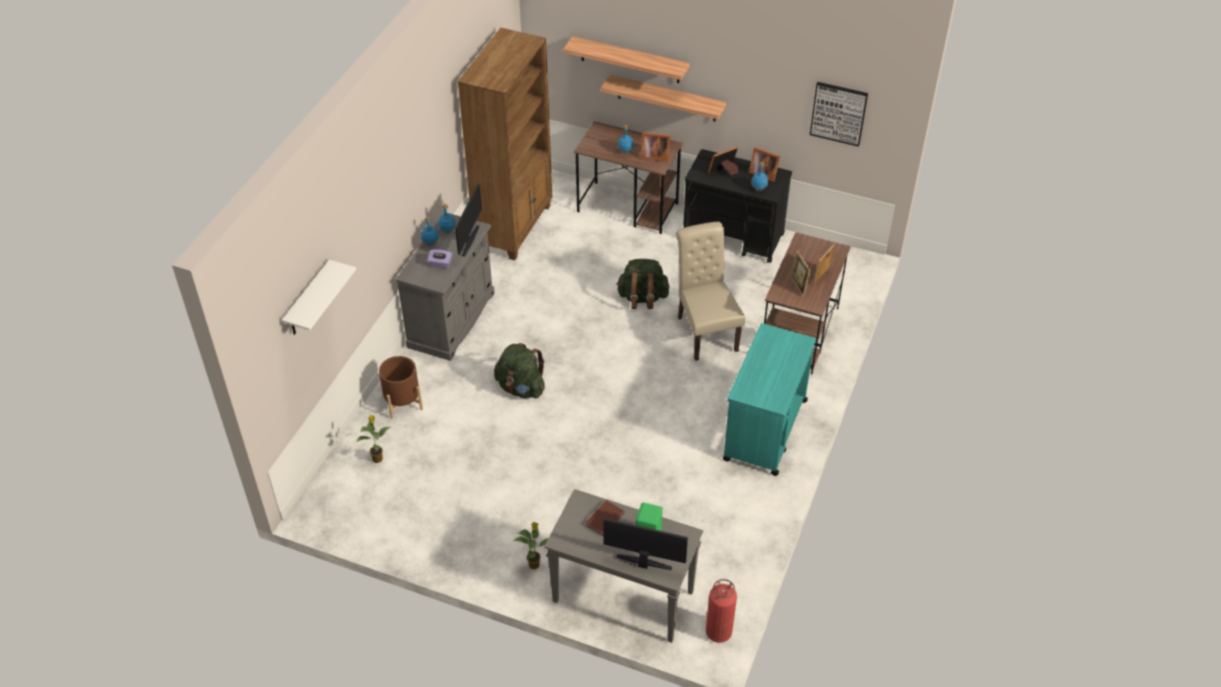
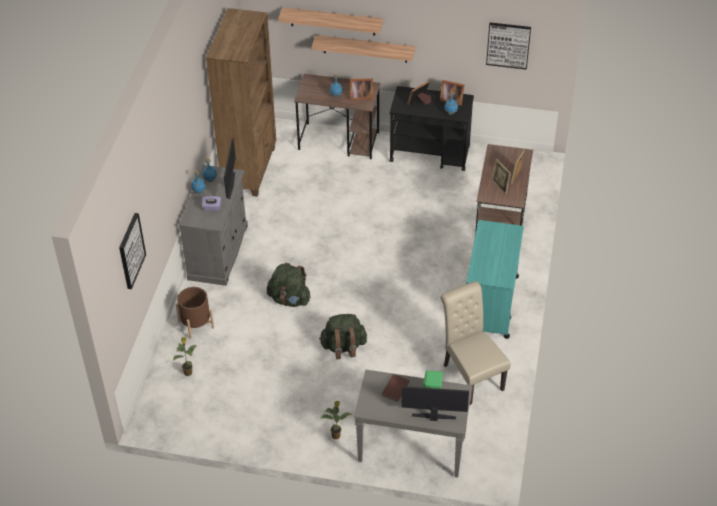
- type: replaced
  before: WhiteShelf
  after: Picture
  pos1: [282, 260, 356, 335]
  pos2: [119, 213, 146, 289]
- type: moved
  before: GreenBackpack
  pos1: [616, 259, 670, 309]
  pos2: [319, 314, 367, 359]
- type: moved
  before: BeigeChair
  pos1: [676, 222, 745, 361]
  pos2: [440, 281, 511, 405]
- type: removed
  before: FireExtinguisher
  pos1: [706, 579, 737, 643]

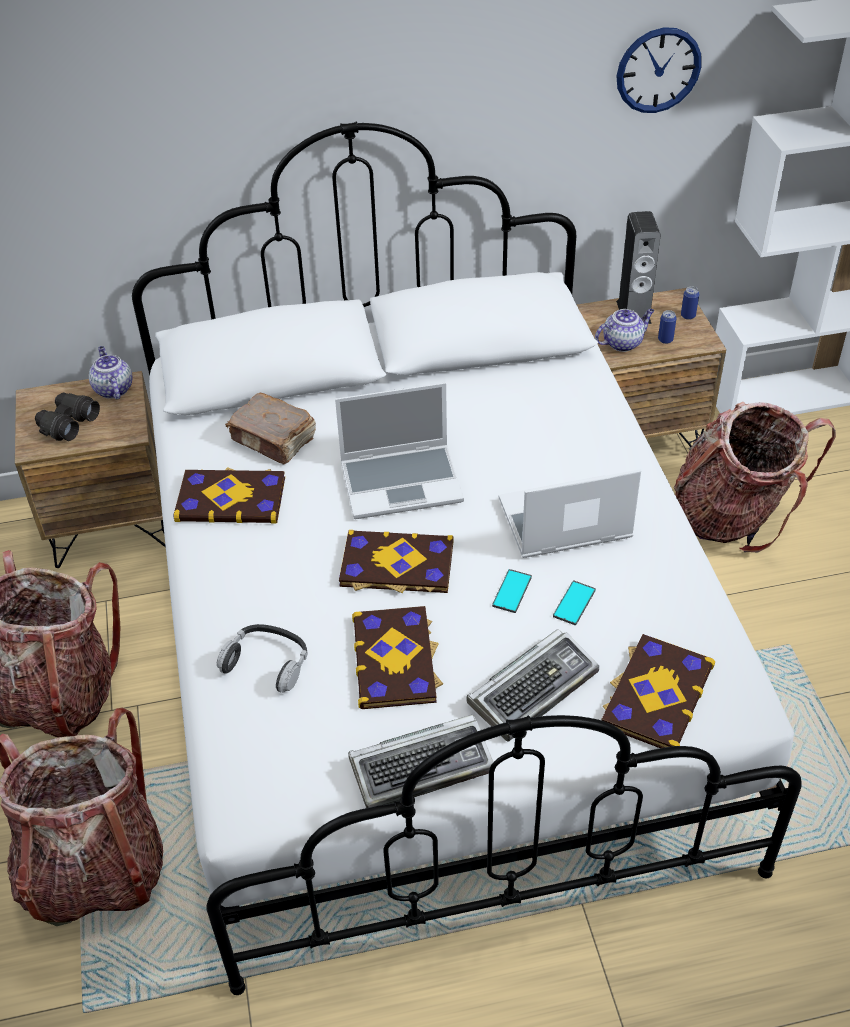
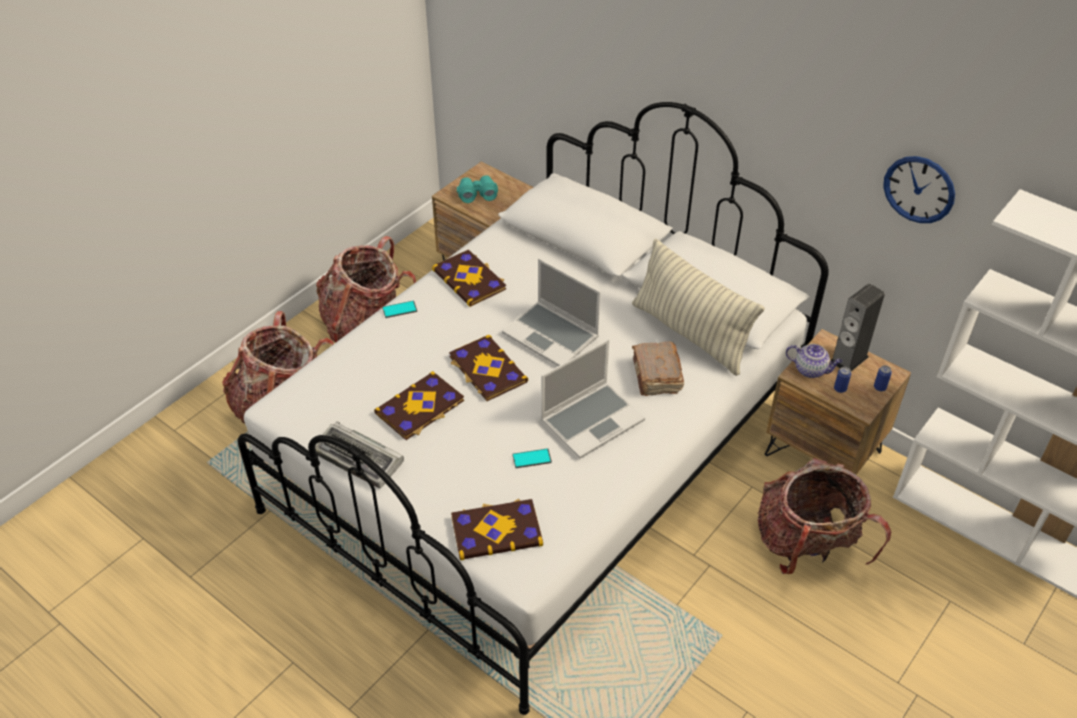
- type: recoloured
  before: BlackBinoculars
  after: TurquoiseBinoculars
  pos1: [35, 392, 100, 441]
  pos2: [457, 175, 498, 203]
- type: removed
  before: Teapot
  pos1: [89, 346, 133, 400]
- type: removed
  before: Headphones
  pos1: [217, 624, 307, 693]
- type: moved
  before: BrownBook
  pos1: [225, 392, 316, 464]
  pos2: [632, 342, 684, 396]
- type: removed
  before: Keyboard
  pos1: [466, 629, 599, 742]
- type: moved
  before: Phone
  pos1: [492, 569, 532, 613]
  pos2: [382, 301, 417, 318]
- type: turned
  before: Laptop
  pos1: [499, 469, 641, 558]
  pos2: [541, 339, 645, 459]
  turn: 105
- type: added
  after: Pillow
  pos2: [632, 239, 765, 376]

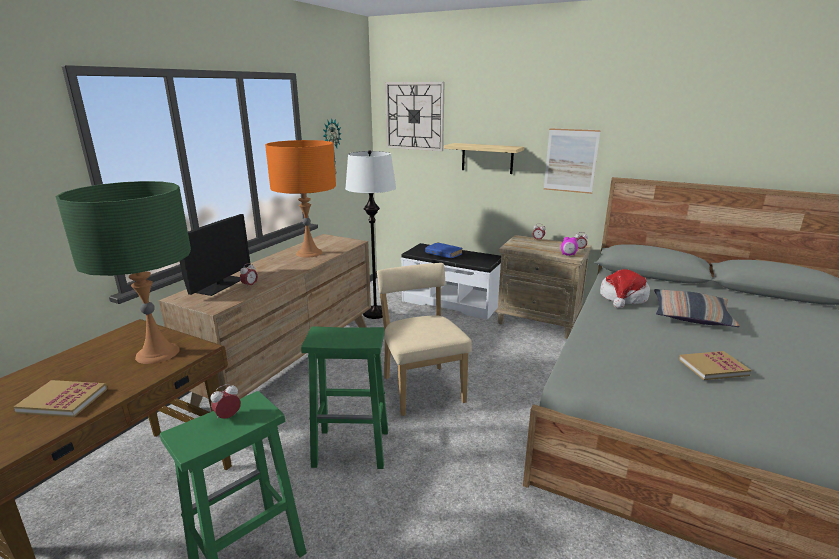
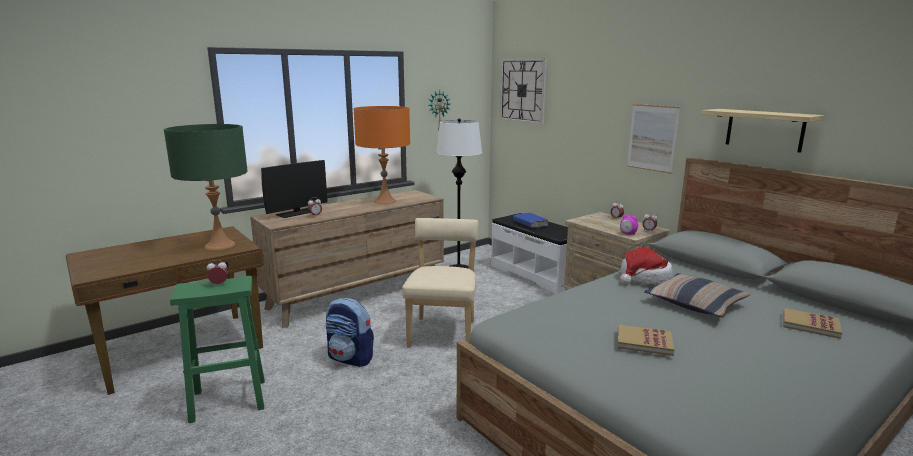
- type: moved
  before: Book
  pos1: [14, 380, 107, 417]
  pos2: [783, 308, 842, 339]
- type: replaced
  before: GreenStool
  after: Backpack
  pos1: [301, 326, 388, 469]
  pos2: [326, 298, 374, 367]
- type: moved
  before: Shelf
  pos1: [444, 143, 524, 174]
  pos2: [702, 109, 825, 153]

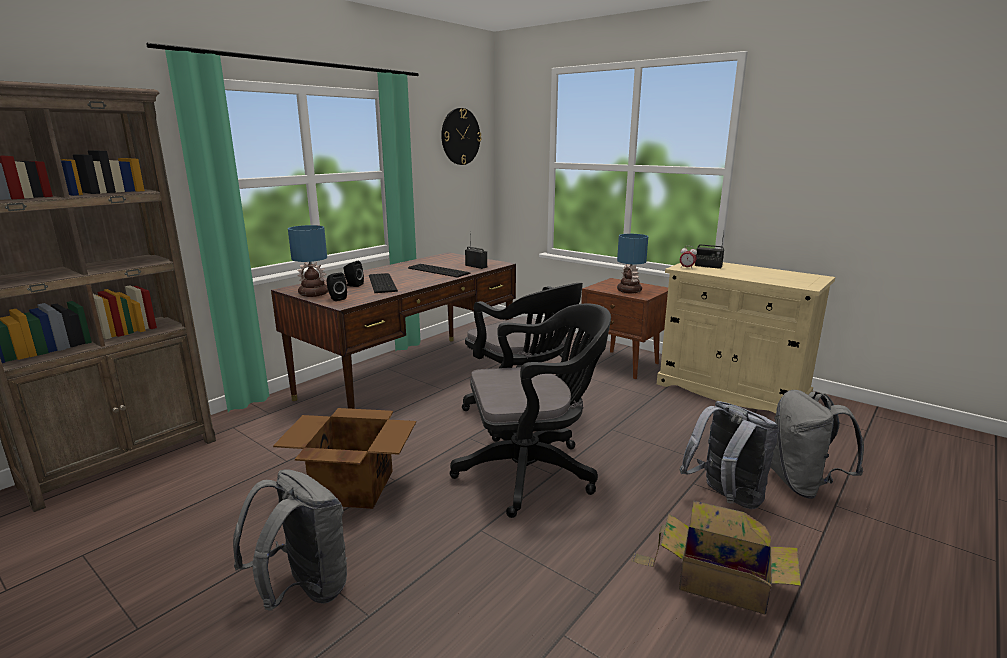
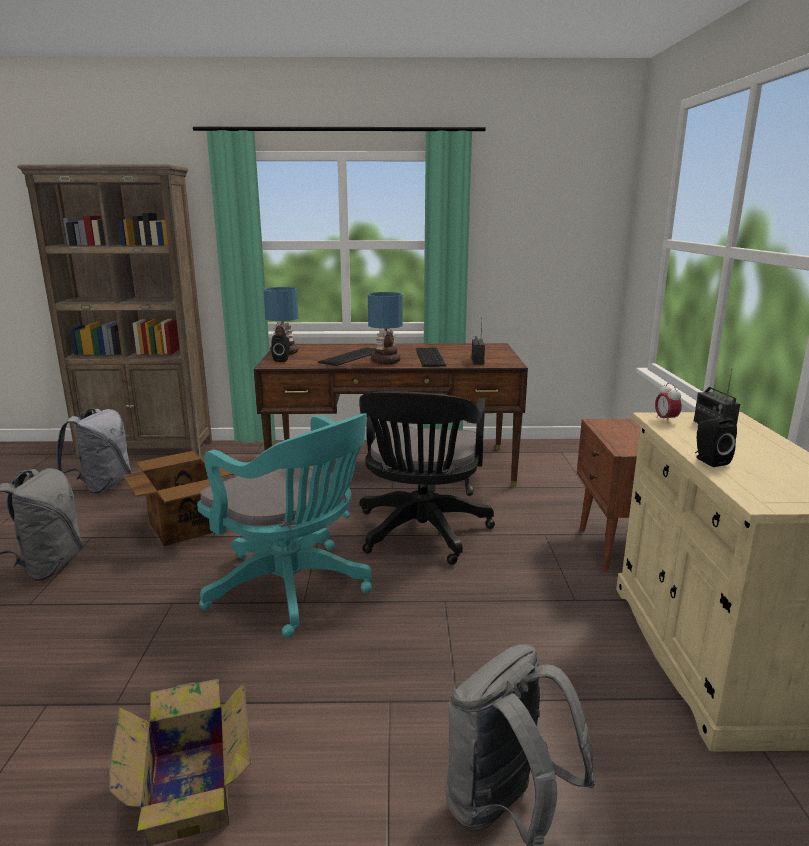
- type: moved
  before: BlackSpeaker
  pos1: [344, 261, 364, 287]
  pos2: [695, 417, 737, 467]
- type: removed
  before: WallClock
  pos1: [441, 108, 481, 165]
- type: recoloured
  before: BlackOfficeChair
  after: TurquoiseOfficeChair
  pos1: [449, 303, 611, 518]
  pos2: [197, 413, 372, 638]
- type: moved
  before: TableLamp
  pos1: [617, 234, 648, 294]
  pos2: [368, 292, 403, 364]
- type: moved
  before: GreyBackpack
  pos1: [680, 401, 779, 509]
  pos2: [56, 409, 132, 494]

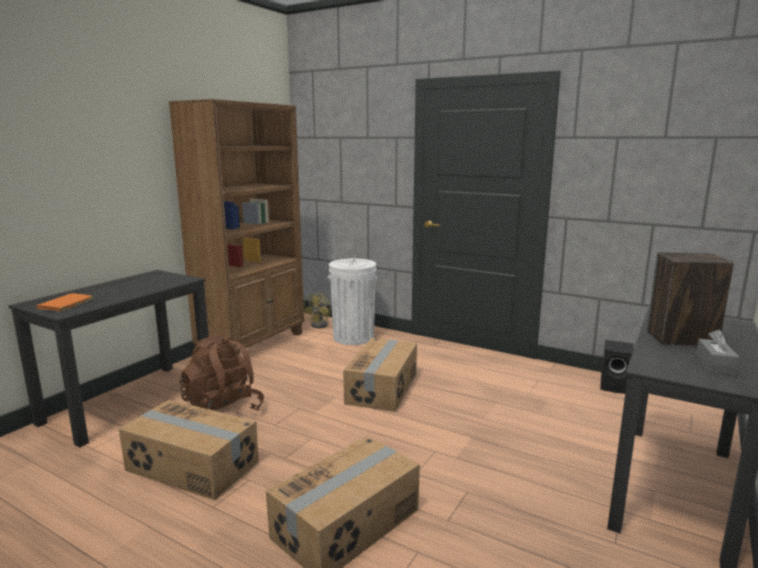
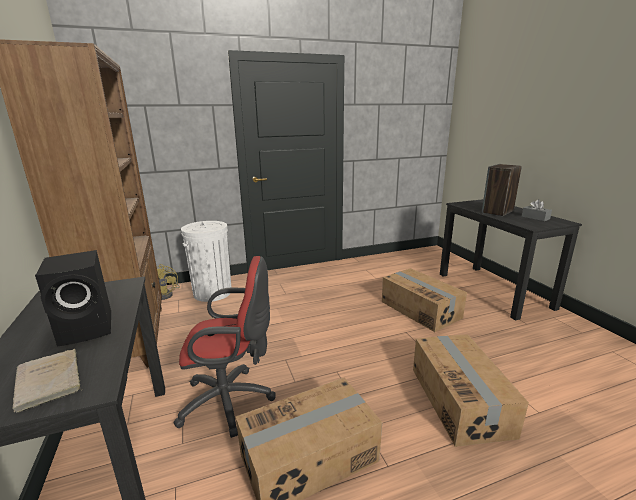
- type: recoloured
  before: OrangeBook
  after: BeigeBook
  pos1: [36, 293, 93, 312]
  pos2: [12, 349, 83, 413]
- type: replaced
  before: BrownBackpack
  after: RedOfficeChair
  pos1: [180, 334, 264, 411]
  pos2: [174, 256, 276, 438]
- type: moved
  before: CardboardBox
  pos1: [343, 338, 417, 412]
  pos2: [382, 268, 467, 332]
- type: moved
  before: BlackSpeaker
  pos1: [600, 340, 634, 394]
  pos2: [35, 250, 111, 347]

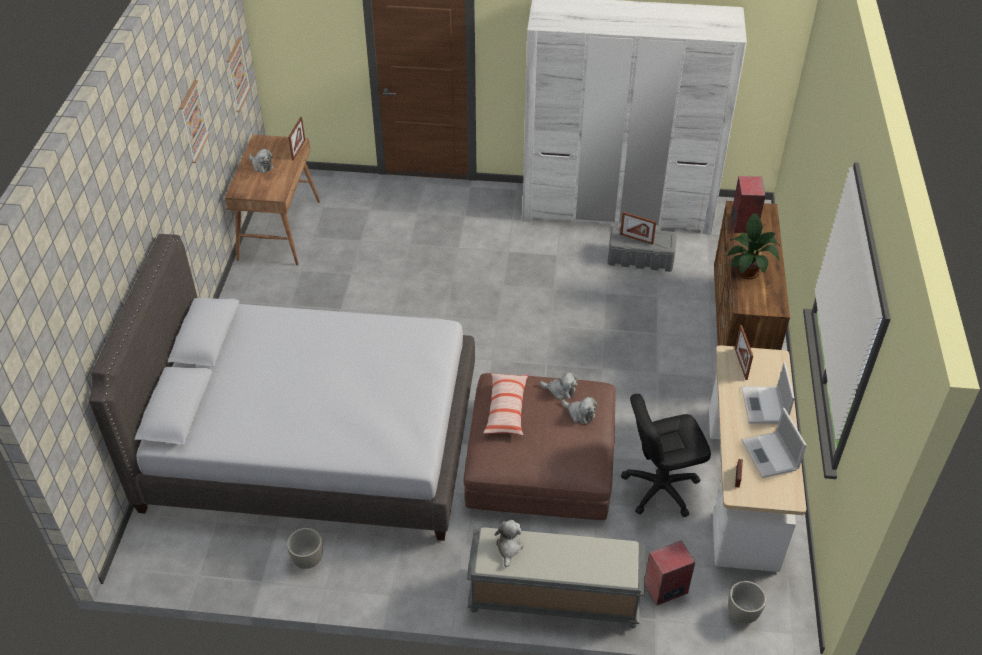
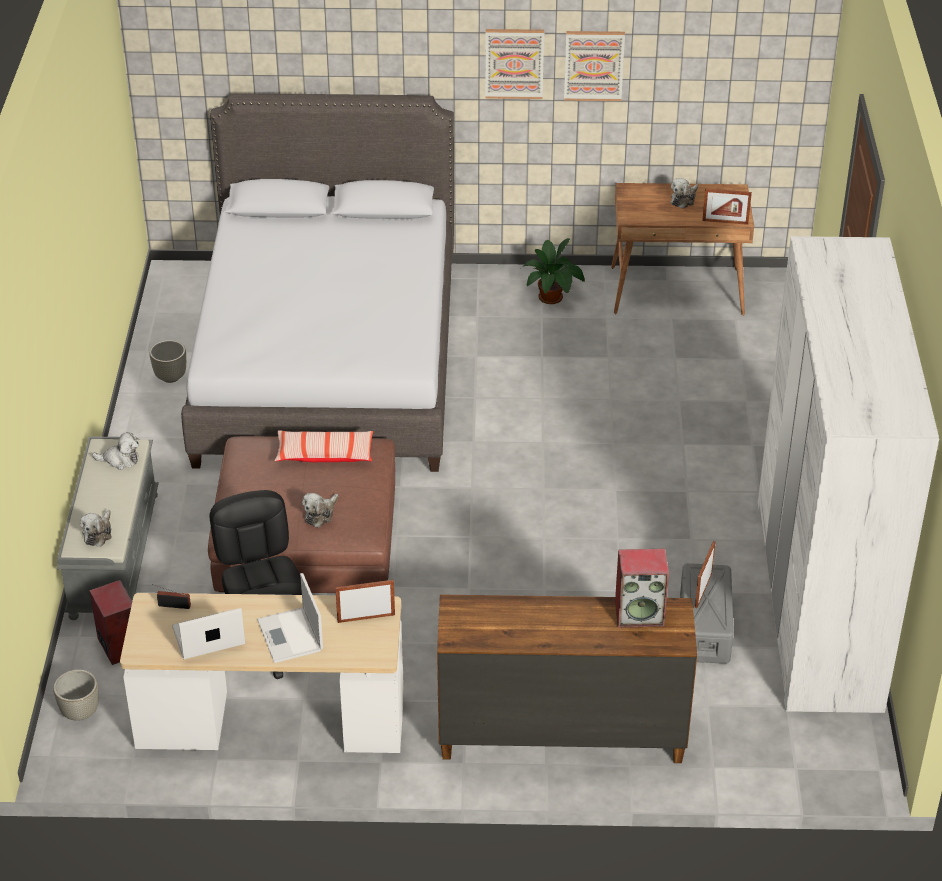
- type: moved
  before: Picture
  pos1: [227, 37, 251, 112]
  pos2: [485, 29, 544, 99]
- type: moved
  before: PlushToy
  pos1: [539, 372, 578, 400]
  pos2: [80, 510, 112, 547]
- type: moved
  before: PottedPlant
  pos1: [727, 213, 780, 279]
  pos2: [520, 238, 585, 304]
- type: turned
  before: Laptop
  pos1: [741, 362, 795, 424]
  pos2: [257, 573, 323, 663]
  turn: -105

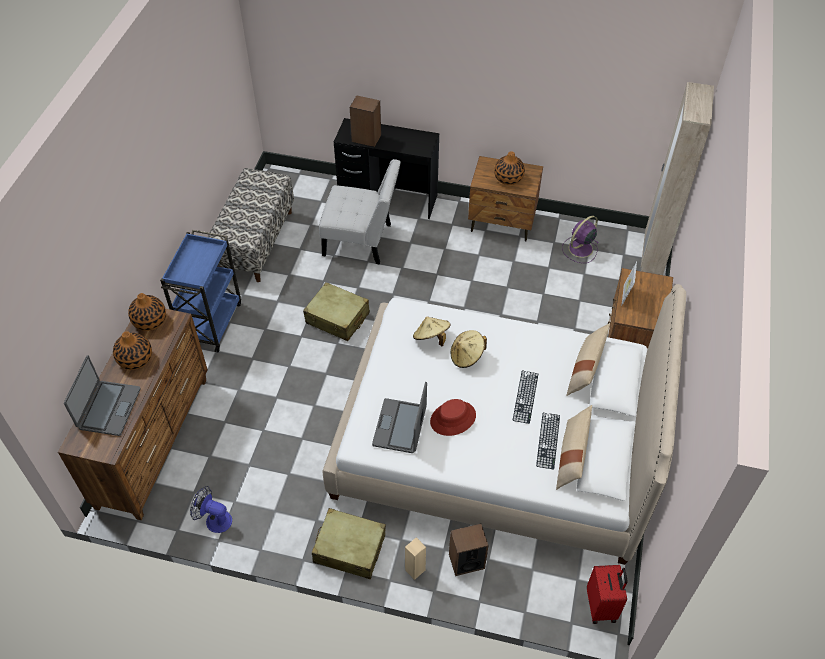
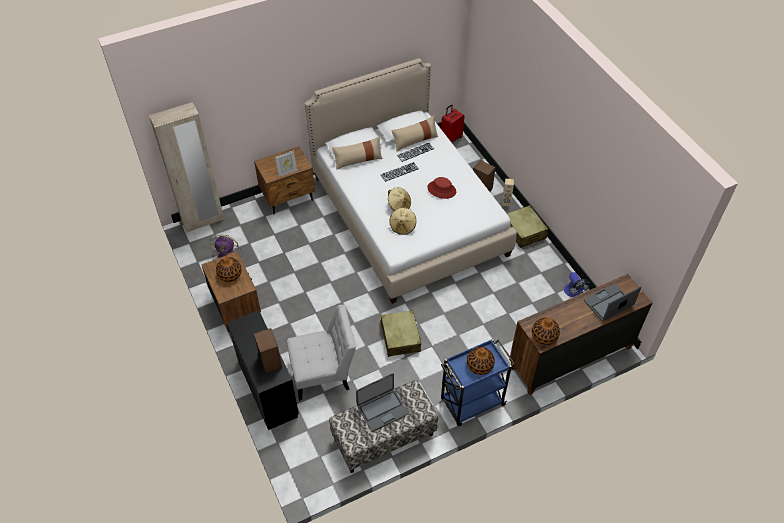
- type: moved
  before: Vase
  pos1: [113, 331, 152, 370]
  pos2: [467, 347, 495, 375]
- type: turned
  before: WhiteChair
  pos1: [319, 159, 401, 264]
  pos2: [287, 305, 356, 401]
  turn: 105
- type: moved
  before: Laptop
  pos1: [372, 382, 427, 453]
  pos2: [356, 373, 408, 432]

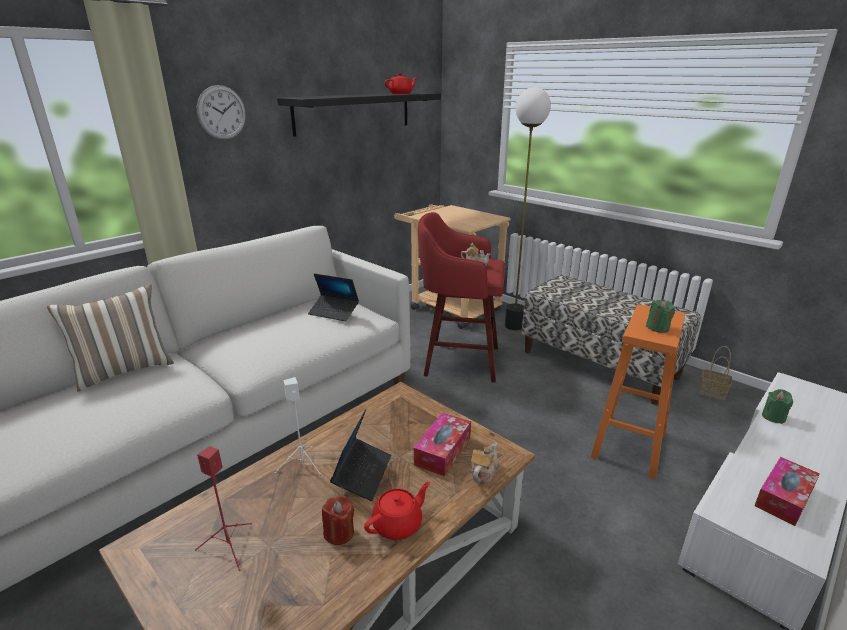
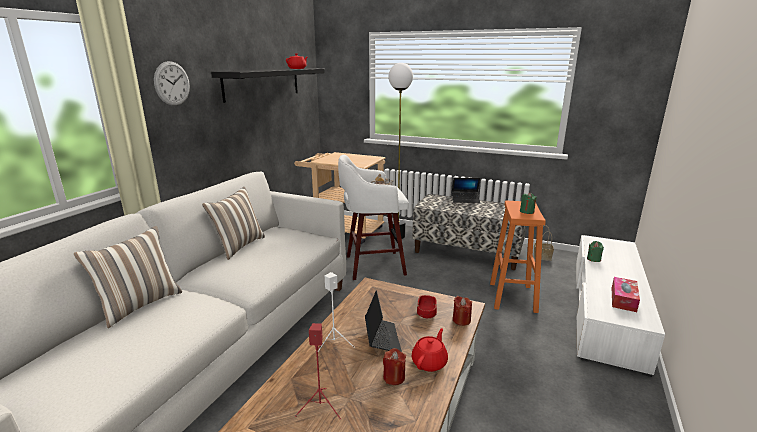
- type: moved
  before: Laptop
  pos1: [308, 273, 359, 321]
  pos2: [452, 178, 480, 203]
- type: replaced
  before: TissueBox
  after: RedBowl
  pos1: [414, 413, 471, 476]
  pos2: [417, 295, 437, 318]
- type: recoloured
  before: RedStool
  after: WhiteStool
  pos1: [418, 212, 505, 383]
  pos2: [338, 155, 409, 280]
- type: replaced
  before: Teapot
  after: RedCandle
  pos1: [470, 443, 499, 484]
  pos2: [453, 296, 472, 326]
- type: added
  after: Pillow
  pos2: [202, 187, 265, 260]

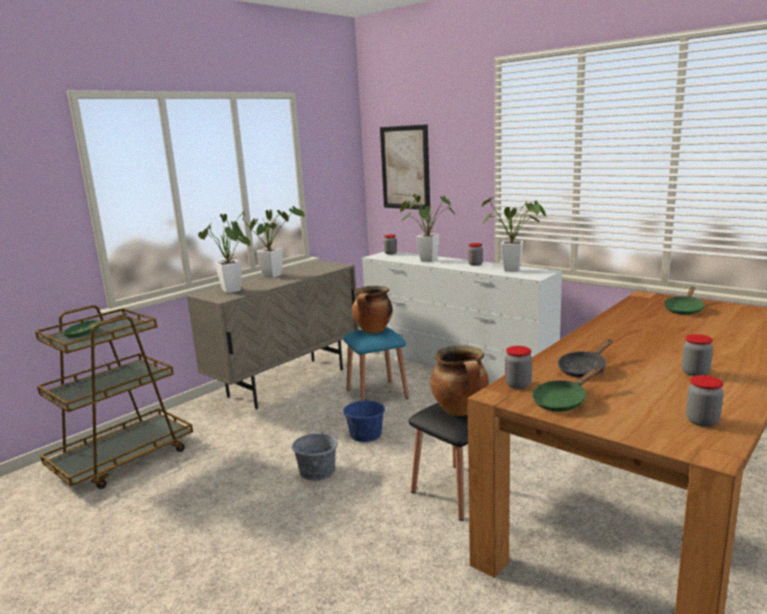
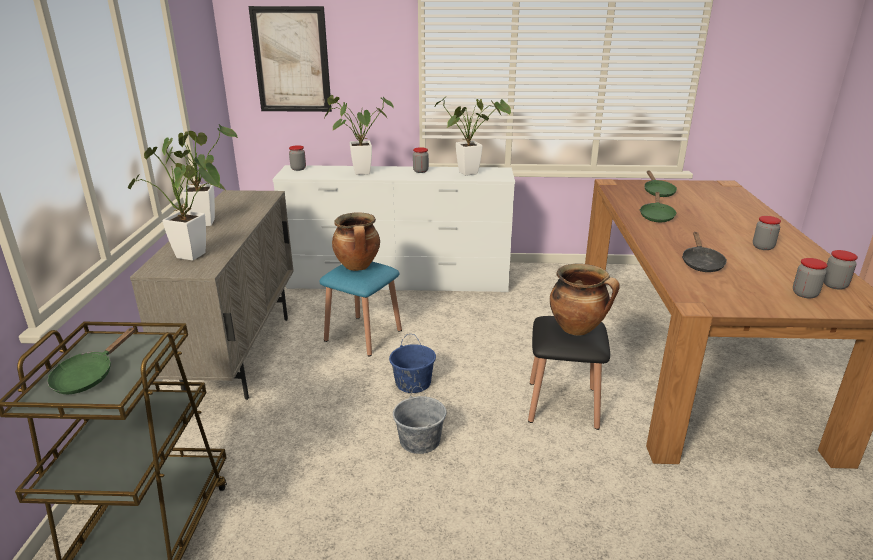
- type: moved
  before: Jar
  pos1: [505, 346, 532, 389]
  pos2: [793, 258, 828, 299]
- type: moved
  before: GreenFryingPan
  pos1: [532, 367, 600, 412]
  pos2: [639, 192, 677, 222]

